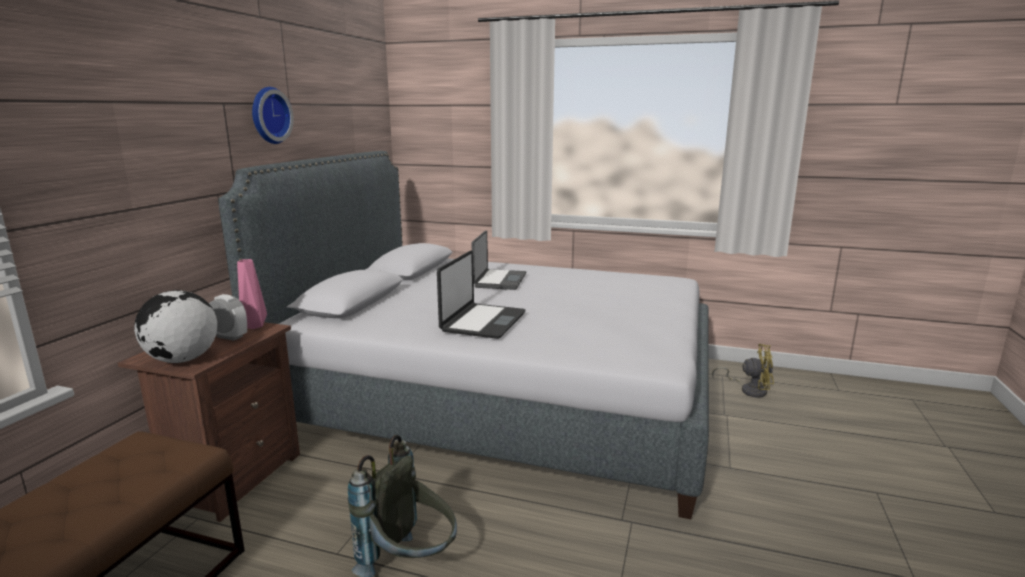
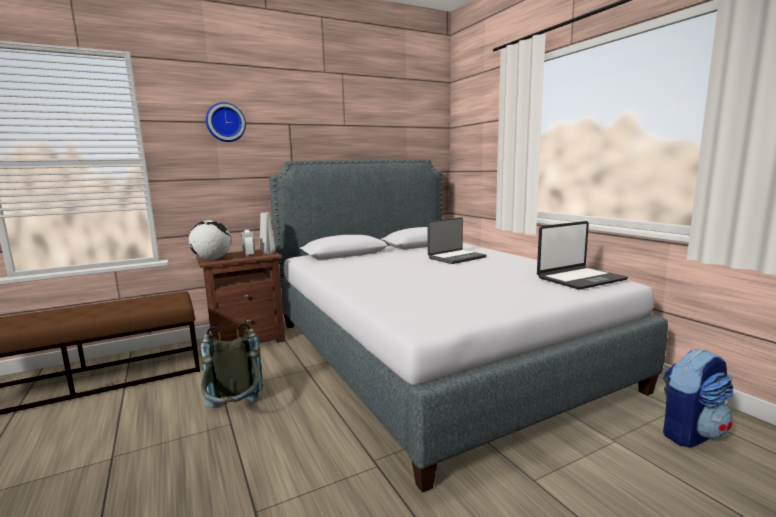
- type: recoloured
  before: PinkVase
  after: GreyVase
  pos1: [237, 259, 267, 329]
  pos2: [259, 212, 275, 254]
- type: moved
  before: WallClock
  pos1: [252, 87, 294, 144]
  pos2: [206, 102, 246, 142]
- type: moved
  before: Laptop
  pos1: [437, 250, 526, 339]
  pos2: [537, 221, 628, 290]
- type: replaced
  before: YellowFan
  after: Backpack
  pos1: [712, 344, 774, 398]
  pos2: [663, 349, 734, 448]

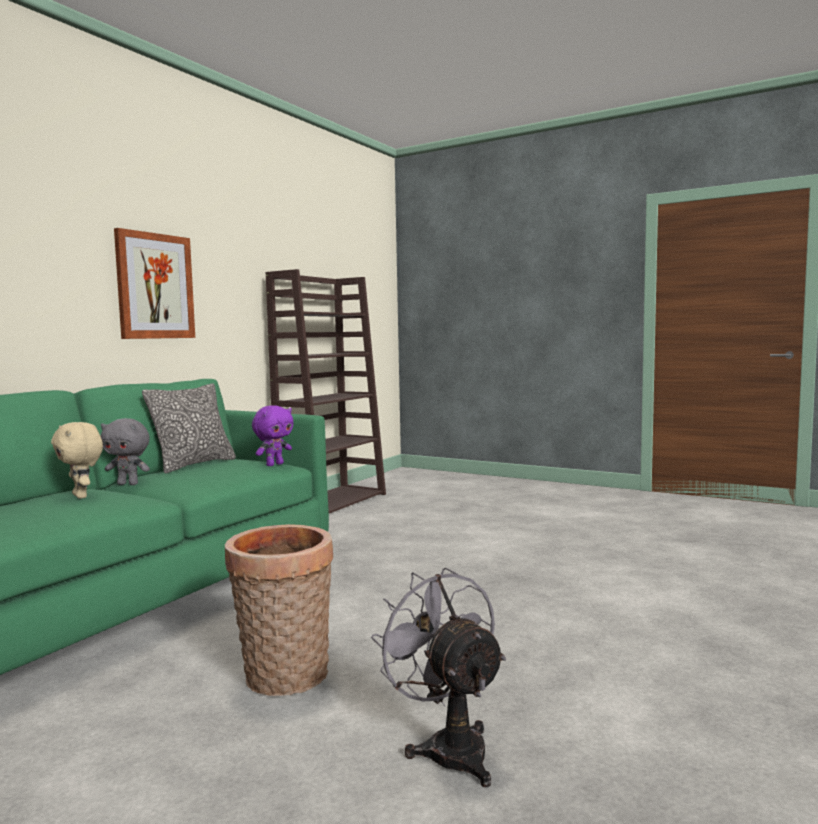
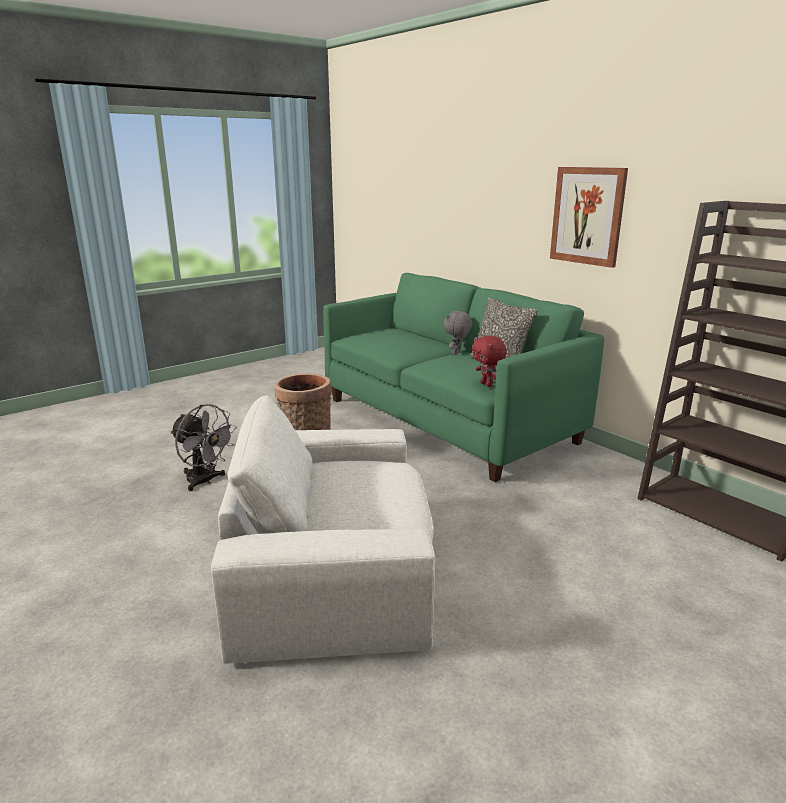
- type: removed
  before: BeigePlushToy
  pos1: [51, 422, 103, 499]
- type: recoloured
  before: PurplePlushToy
  after: RedPlushToy
  pos1: [252, 405, 294, 466]
  pos2: [472, 335, 507, 387]
- type: turned
  before: GreyFan
  pos1: [371, 567, 506, 787]
  pos2: [170, 404, 237, 491]
  turn: 45
- type: added
  after: WhiteArmchair
  pos2: [211, 396, 435, 664]

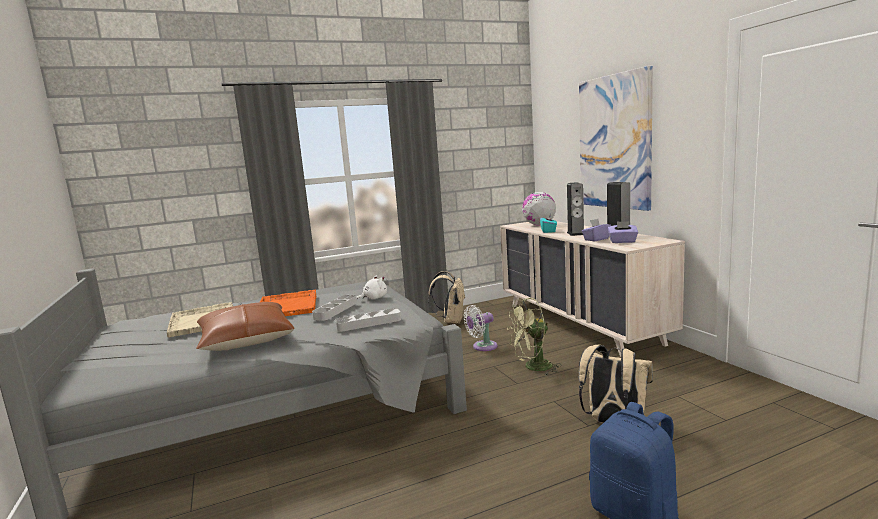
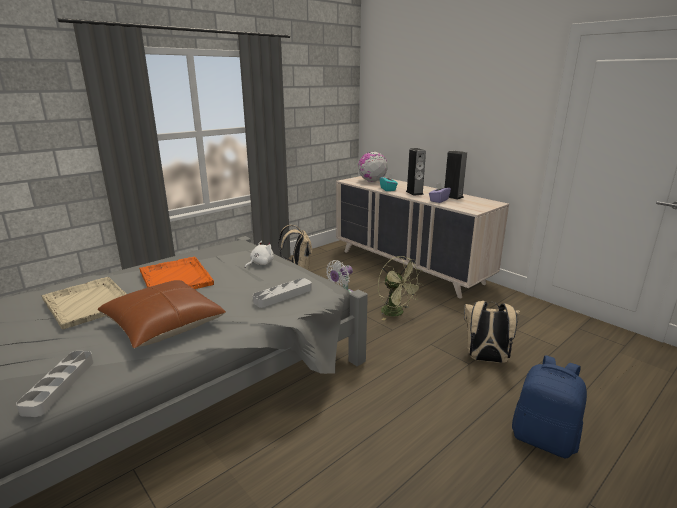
- type: moved
  before: GreyTray
  pos1: [312, 295, 357, 321]
  pos2: [16, 351, 94, 417]
- type: turned
  before: GreenFan
  pos1: [507, 298, 562, 375]
  pos2: [378, 256, 423, 320]
  turn: -90
- type: removed
  before: Picture
  pos1: [579, 66, 653, 211]
- type: removed
  before: PurpleTissueBox
  pos1: [608, 221, 638, 243]

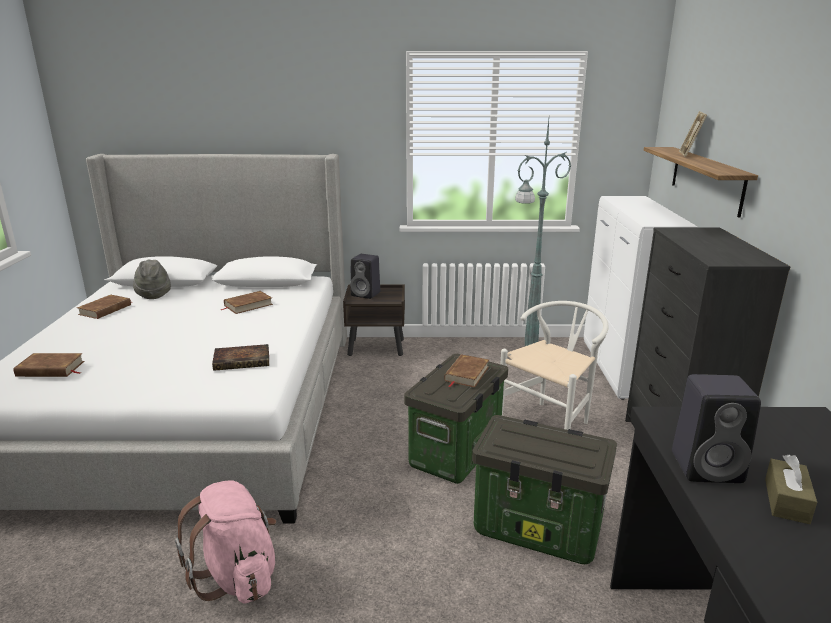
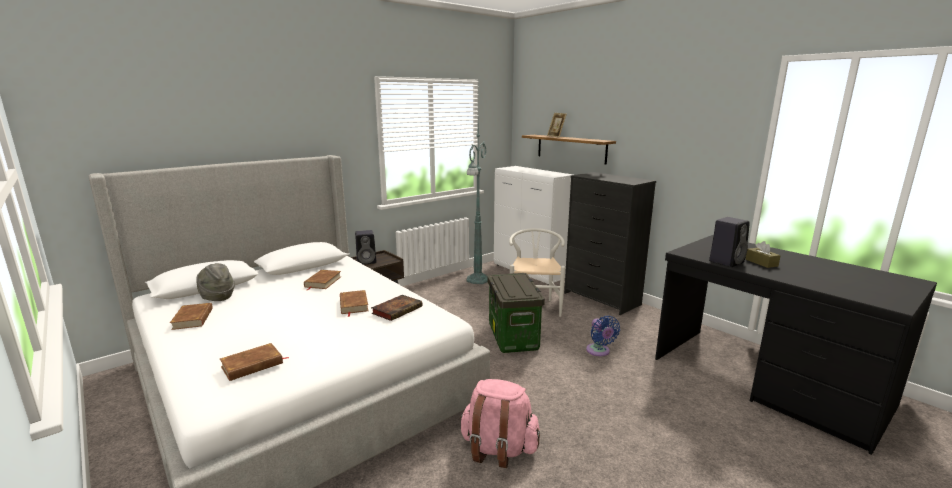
- type: moved
  before: BrownBook
  pos1: [444, 354, 489, 388]
  pos2: [340, 290, 368, 317]
- type: replaced
  before: StorageBox
  after: BlueFan
  pos1: [472, 415, 617, 564]
  pos2: [586, 316, 620, 356]

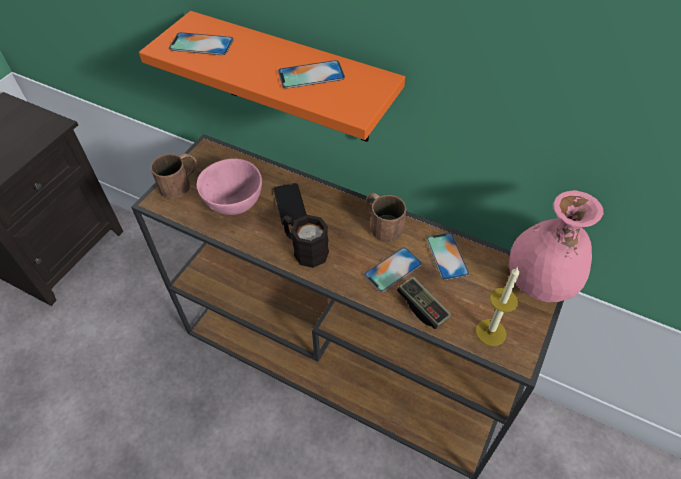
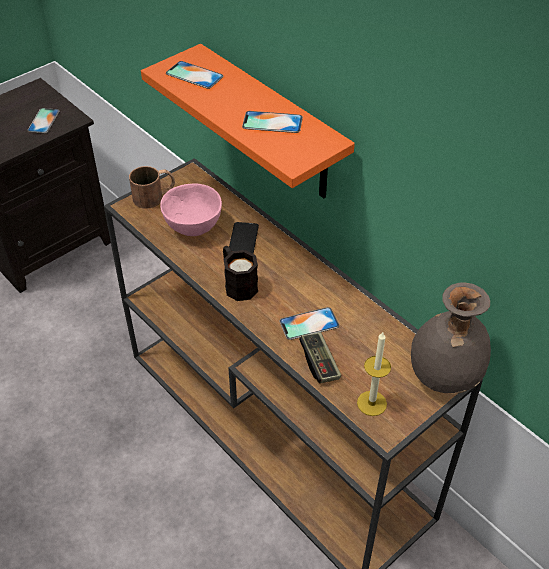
- type: removed
  before: BrownMug
  pos1: [366, 193, 406, 242]
- type: moved
  before: Phone
  pos1: [426, 233, 469, 280]
  pos2: [27, 108, 60, 133]
- type: recoloured
  before: PinkVase
  after: GreyVase
  pos1: [509, 190, 604, 302]
  pos2: [411, 283, 491, 394]

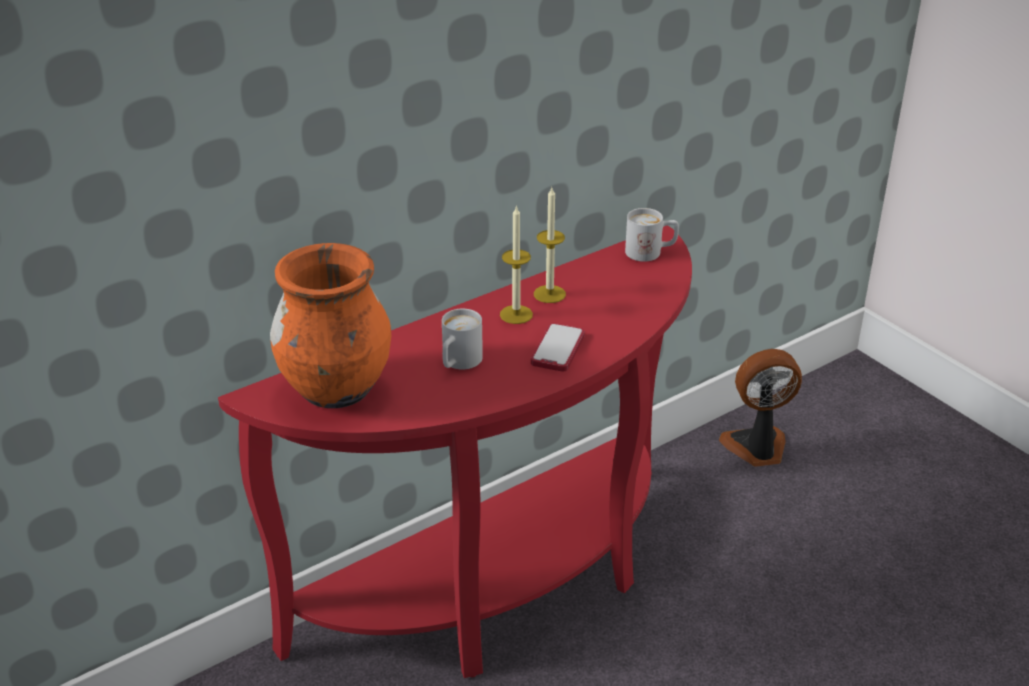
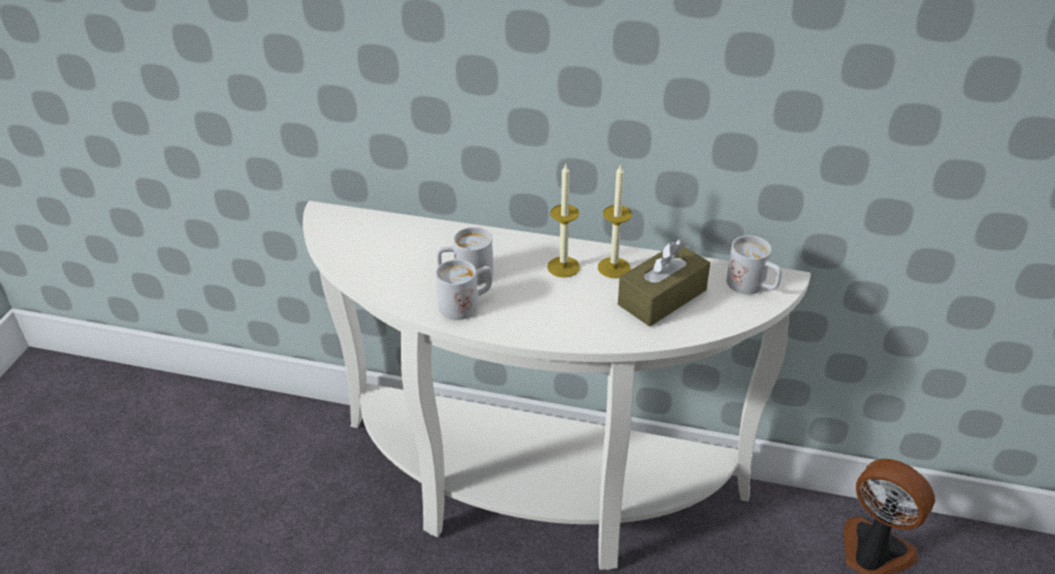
- type: recoloured
  before: RedConsoleTable
  after: WhiteConsoleTable
  pos1: [218, 225, 692, 678]
  pos2: [303, 201, 810, 570]
- type: removed
  before: OrangeVase
  pos1: [270, 243, 391, 408]
- type: removed
  before: Phone
  pos1: [531, 323, 585, 372]
- type: added
  after: WhiteMug
  pos2: [436, 259, 493, 320]
- type: added
  after: BrownTissueBox
  pos2: [618, 239, 710, 327]

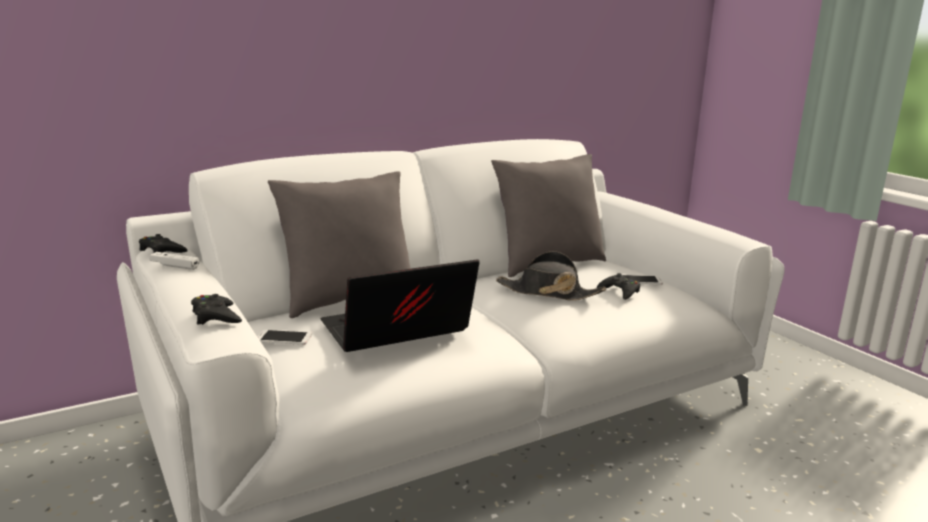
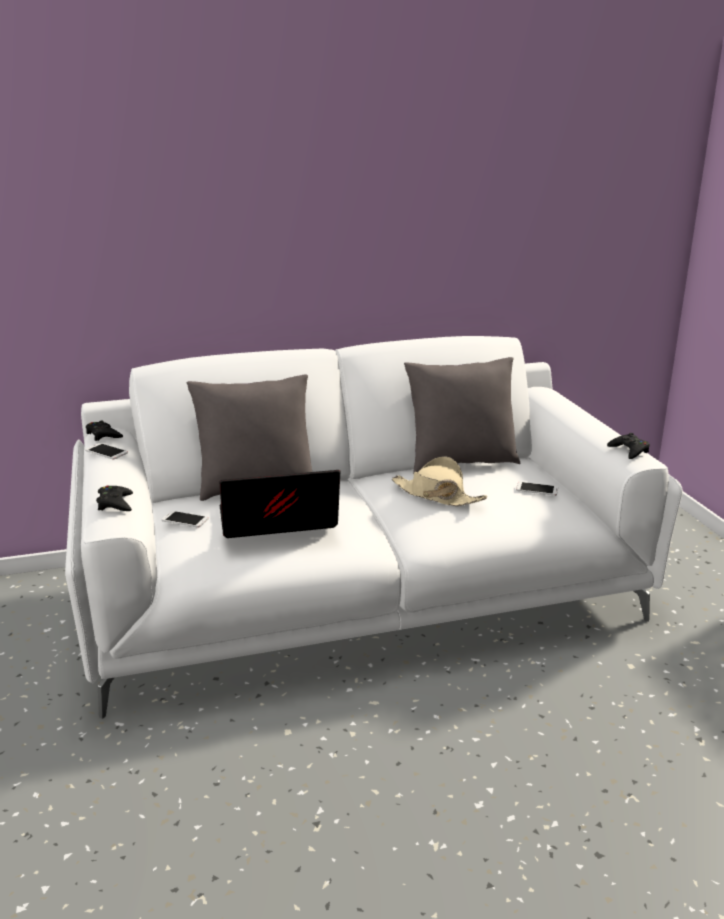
- type: replaced
  before: WhiteGameController
  after: Phone
  pos1: [149, 252, 199, 270]
  pos2: [85, 443, 128, 459]
- type: recoloured
  before: BlackHat
  after: BeigeHat
  pos1: [496, 251, 606, 301]
  pos2: [392, 456, 487, 506]
- type: moved
  before: BlackGameController
  pos1: [597, 273, 641, 300]
  pos2: [607, 433, 650, 459]

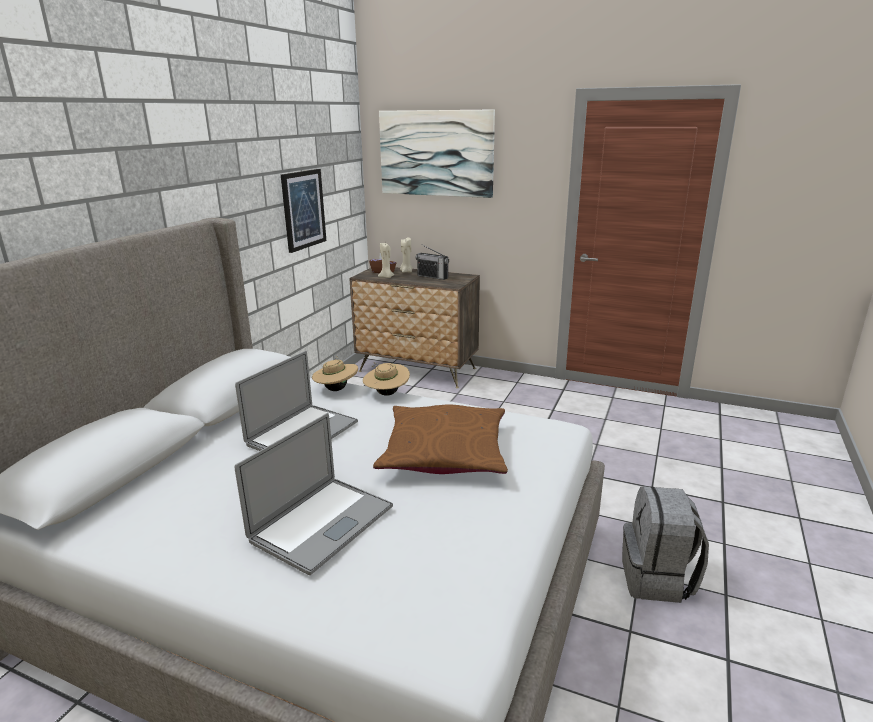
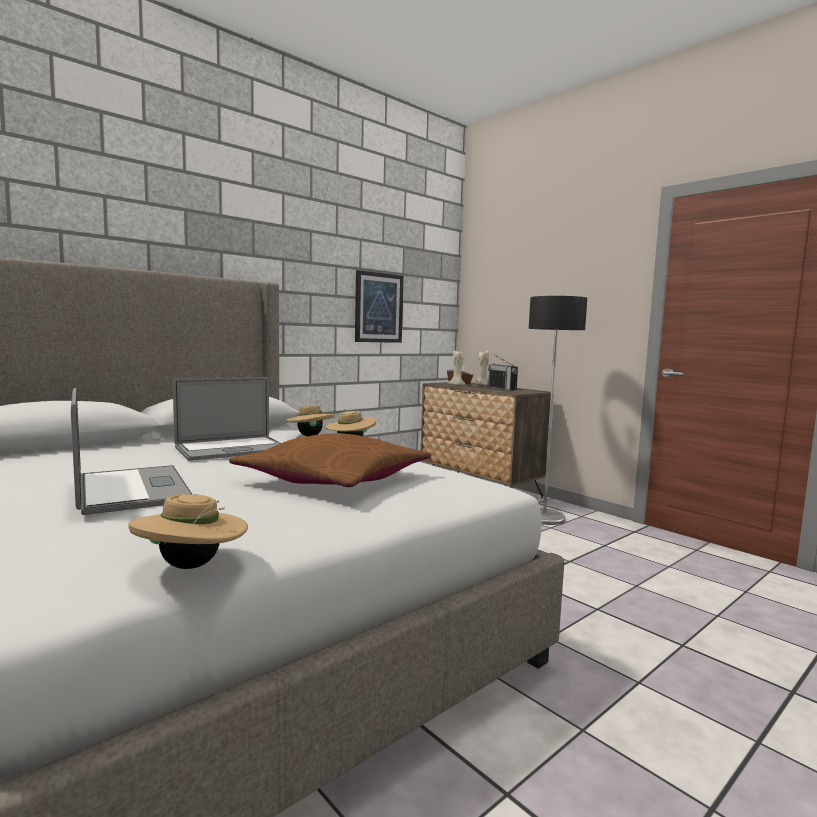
- type: turned
  before: Laptop
  pos1: [235, 413, 393, 575]
  pos2: [71, 388, 192, 515]
  turn: -90
- type: removed
  before: Picture
  pos1: [379, 109, 495, 198]
- type: removed
  before: GreyBackpack
  pos1: [622, 486, 709, 603]
- type: added
  after: BeigeHat
  pos2: [128, 494, 248, 569]
- type: added
  after: FloorLamp
  pos2: [529, 296, 587, 525]

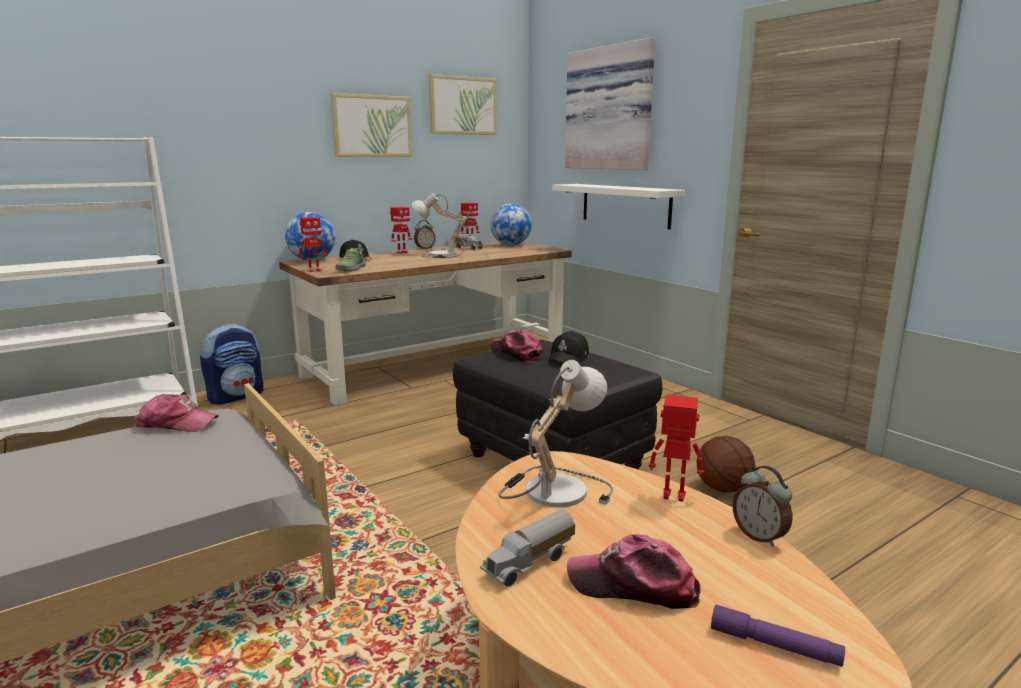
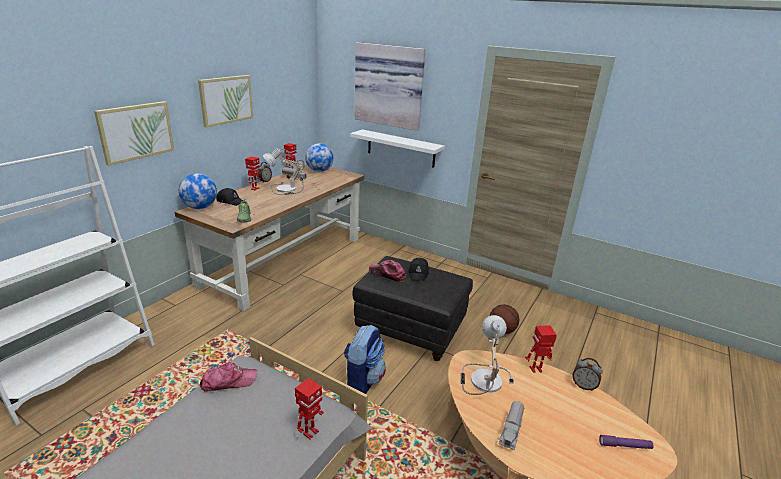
- type: moved
  before: Backpack
  pos1: [200, 324, 263, 404]
  pos2: [344, 325, 386, 394]
- type: moved
  before: ToyRobot
  pos1: [299, 217, 328, 272]
  pos2: [295, 378, 324, 440]
- type: moved
  before: Picture
  pos1: [429, 74, 497, 135]
  pos2: [94, 101, 174, 166]
- type: removed
  before: Cap
  pos1: [567, 534, 701, 609]

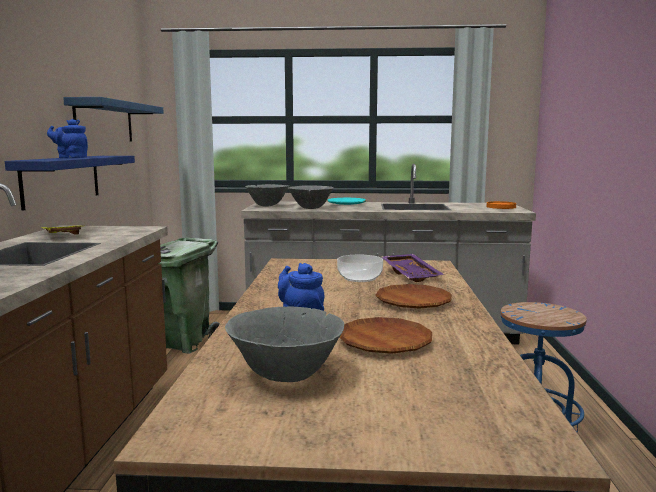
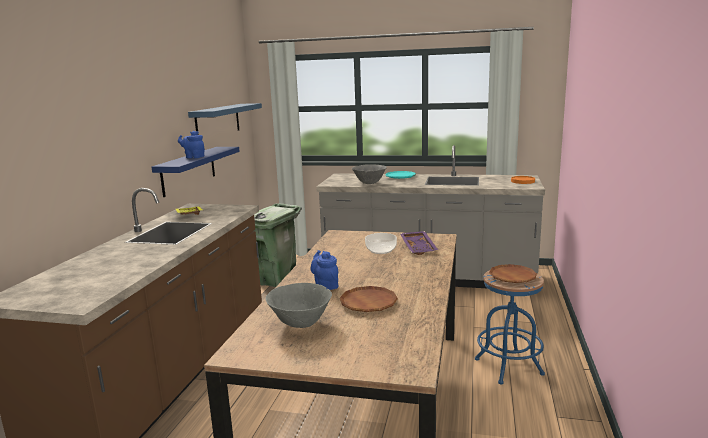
- type: removed
  before: GreyBowl
  pos1: [245, 184, 289, 207]
- type: moved
  before: BrownPlate
  pos1: [375, 284, 452, 308]
  pos2: [489, 264, 537, 283]

